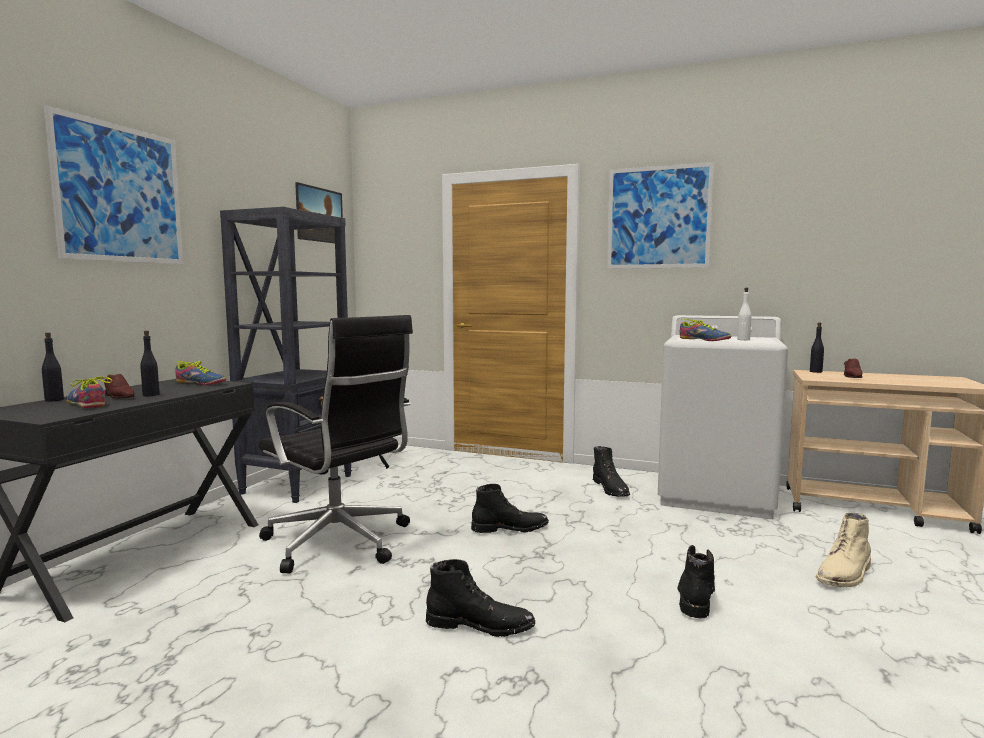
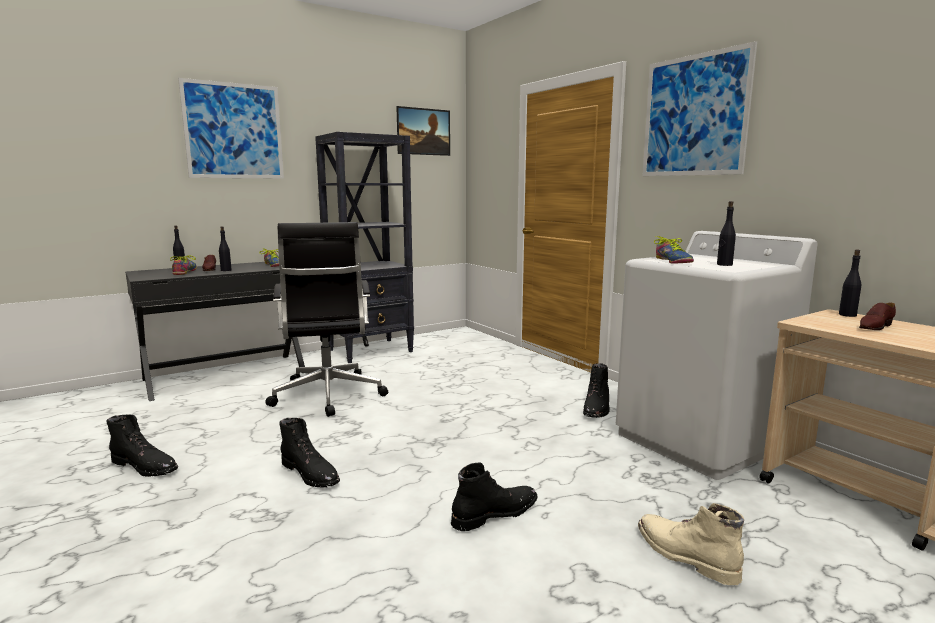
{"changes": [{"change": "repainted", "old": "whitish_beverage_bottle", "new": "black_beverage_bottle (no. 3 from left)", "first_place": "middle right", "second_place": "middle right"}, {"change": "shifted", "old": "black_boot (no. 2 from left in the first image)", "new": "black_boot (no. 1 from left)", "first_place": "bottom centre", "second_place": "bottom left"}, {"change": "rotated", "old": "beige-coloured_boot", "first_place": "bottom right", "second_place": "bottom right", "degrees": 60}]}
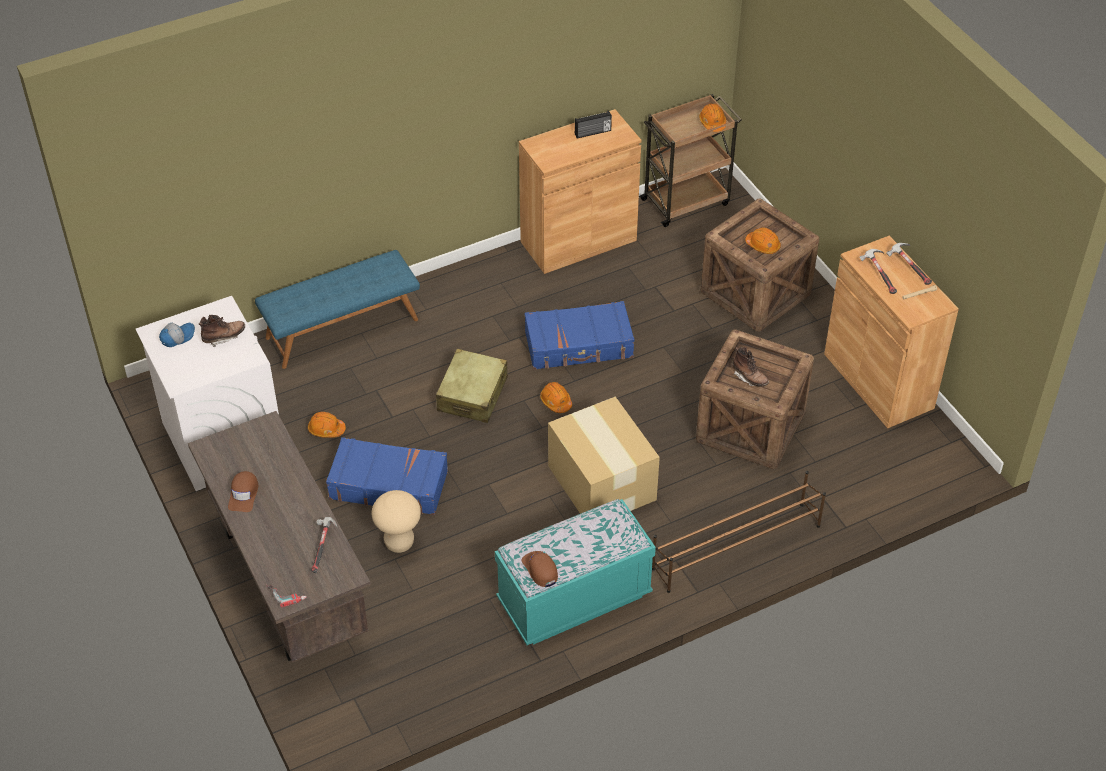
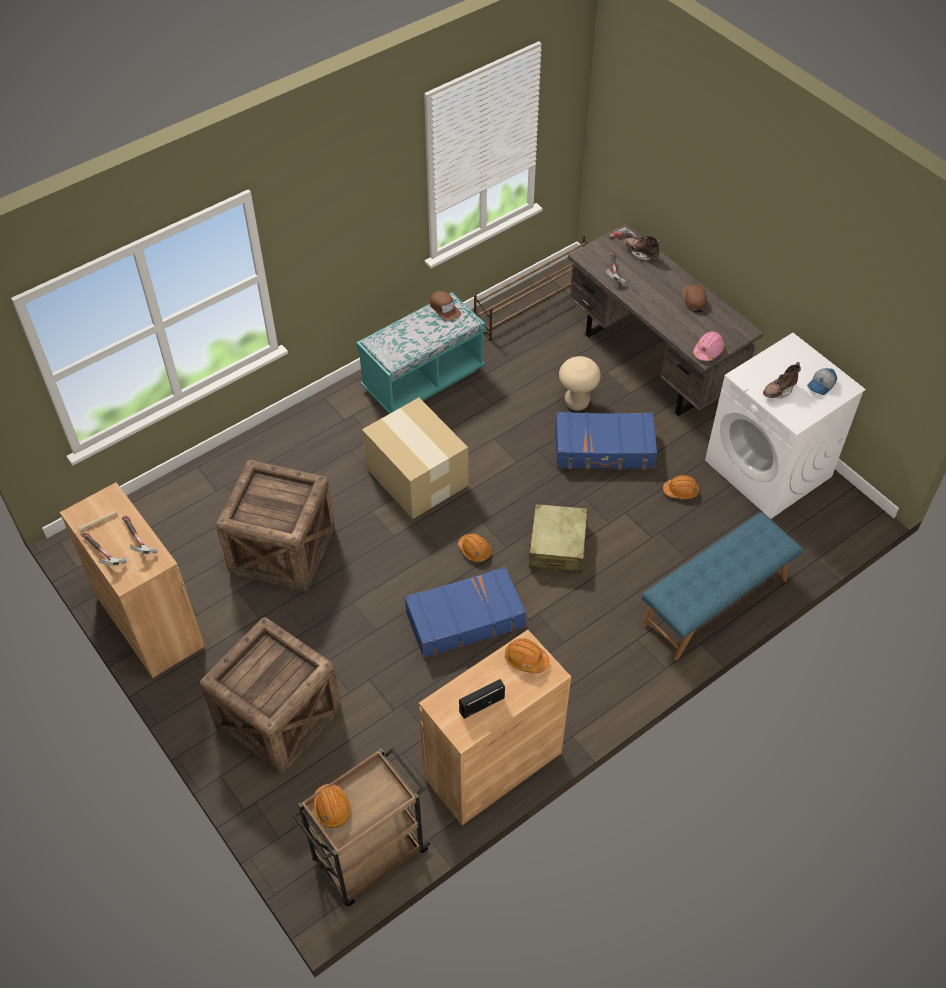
{"changes": [{"change": "shifted", "old": "orange-coloured_work_helmet (no. 4 from left in the first image)", "new": "orange-coloured_work_helmet (no. 3 from left)", "first_place": "top right", "second_place": "centre"}, {"change": "shifted", "old": "brown-coloured_boot (no. 2 from left in the first image)", "new": "brown-coloured_boot (no. 1 from left)", "first_place": "middle right", "second_place": "top right"}, {"change": "shifted", "old": "brown-coloured_shoe_stand", "first_place": "bottom right", "second_place": "top centre"}, {"change": "new", "new": "pinkish_work_helmet", "second_place": "middle right"}]}
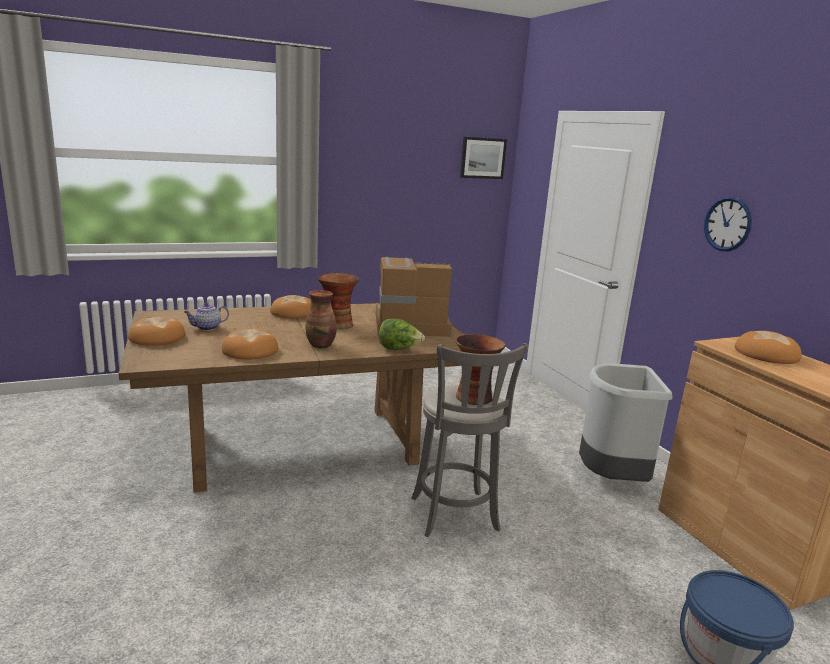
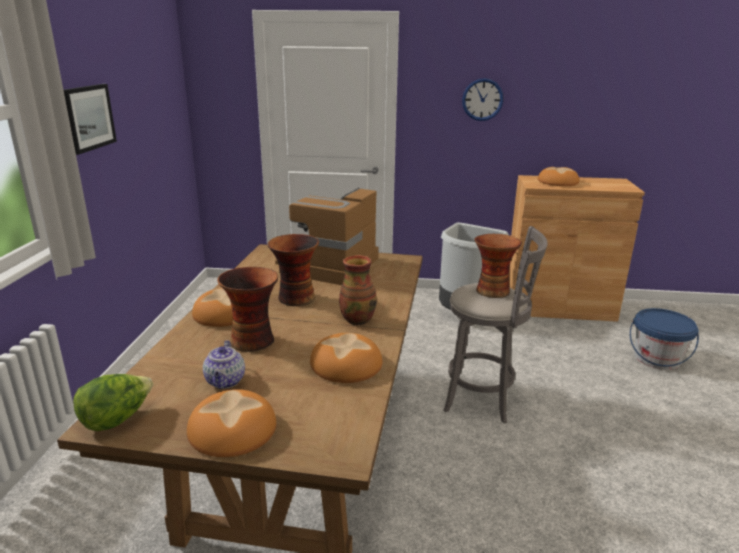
{"changes": [{"change": "shifted", "old": "wall_art", "first_place": "top centre", "second_place": "top left"}, {"change": "shifted", "old": "lettuce_head", "first_place": "centre", "second_place": "bottom left"}, {"change": "new", "new": "decorative_vase (no. 1 from left)", "second_place": "centre"}]}
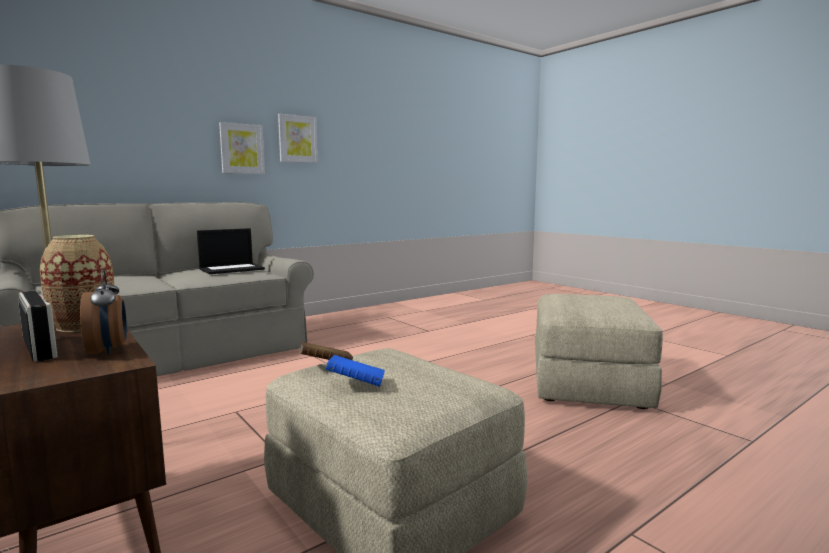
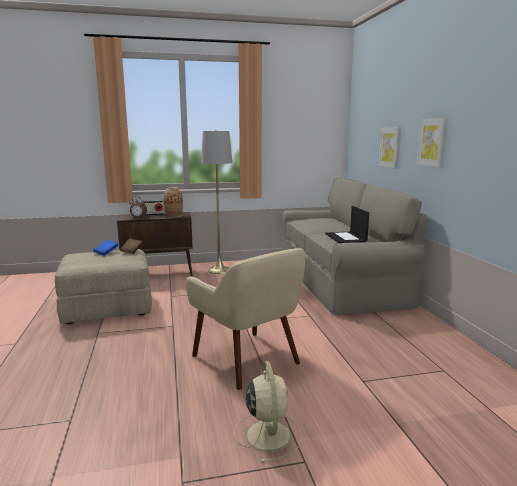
{"changes": [{"change": "shifted", "old": "wall_art (no. 2 from left in the first image)", "new": "wall_art (no. 1 from left)", "first_place": "top centre", "second_place": "top right"}, {"change": "gone", "old": "beige-coloured_footrest (no. 2 from left)", "first_place": "middle right"}, {"change": "new", "new": "beige-coloured_lounge_chair", "second_place": "centre"}, {"change": "new", "new": "beige-coloured_fan", "second_place": "bottom centre"}]}
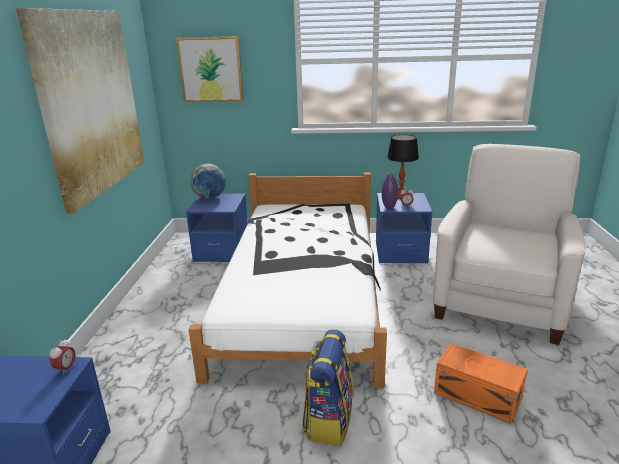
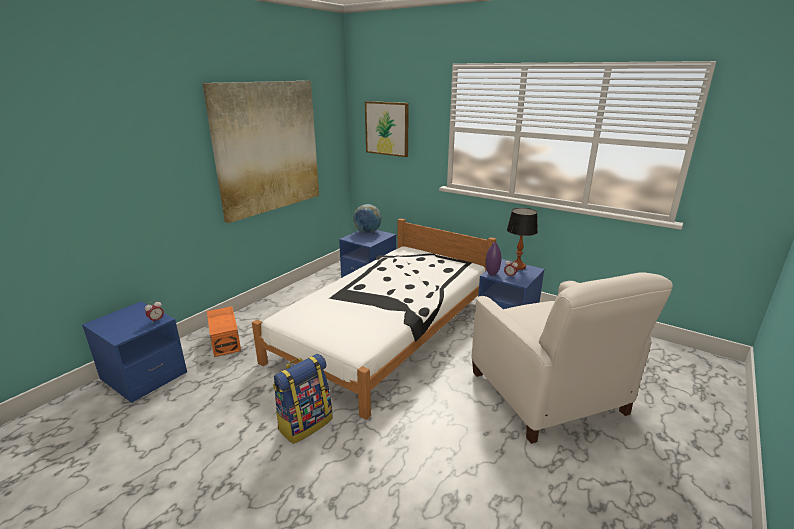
{"changes": [{"change": "rotated", "old": "whitish_lounge_chair", "first_place": "middle right", "second_place": "bottom right", "degrees": 105}, {"change": "shifted", "old": "orange-coloured_storage_box", "first_place": "bottom right", "second_place": "middle left"}]}
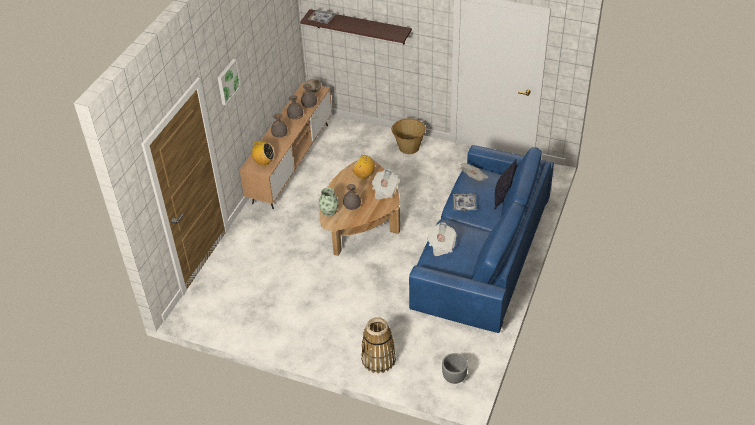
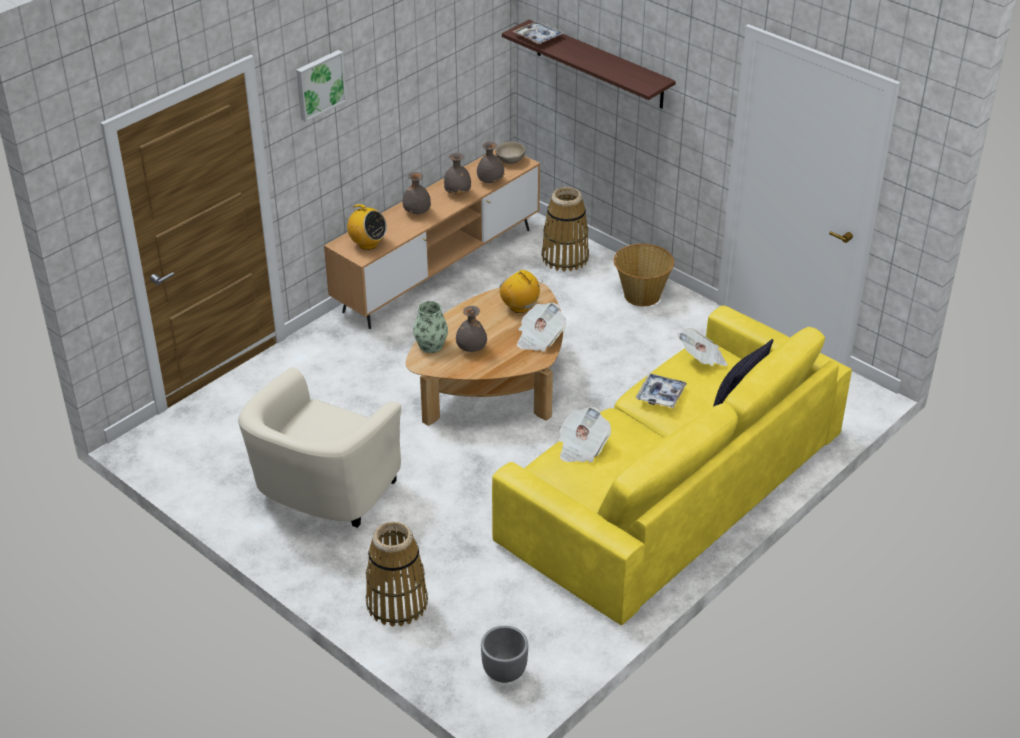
{"changes": [{"change": "repainted", "old": "blue_sofa", "new": "yellow_sofa", "first_place": "centre", "second_place": "centre"}, {"change": "new", "new": "basket (no. 2 from left)", "second_place": "top centre"}, {"change": "new", "new": "beige-coloured_lounge_chair", "second_place": "middle left"}]}
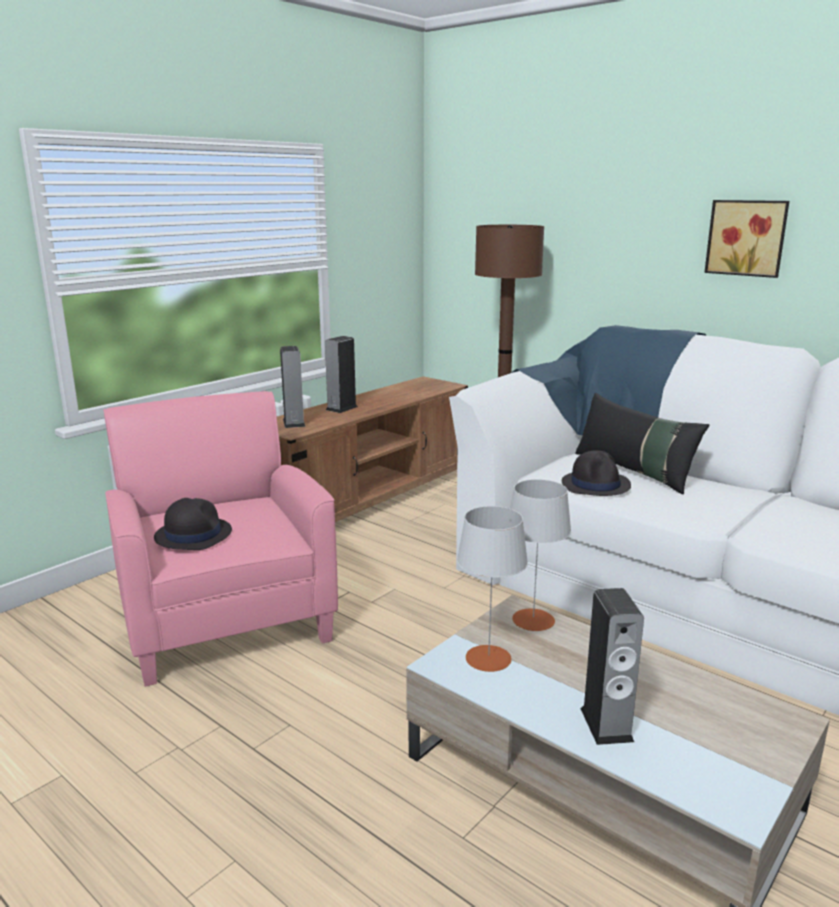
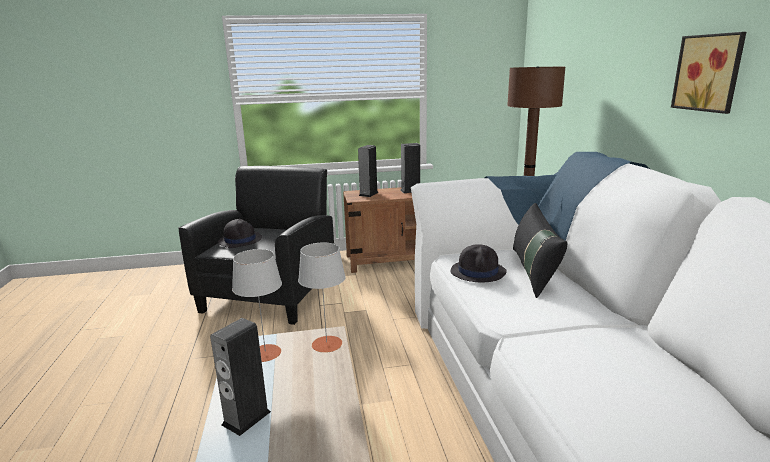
{"changes": [{"change": "repainted", "old": "pinkish_lounge_chair", "new": "black_lounge_chair", "first_place": "middle left", "second_place": "middle left"}]}
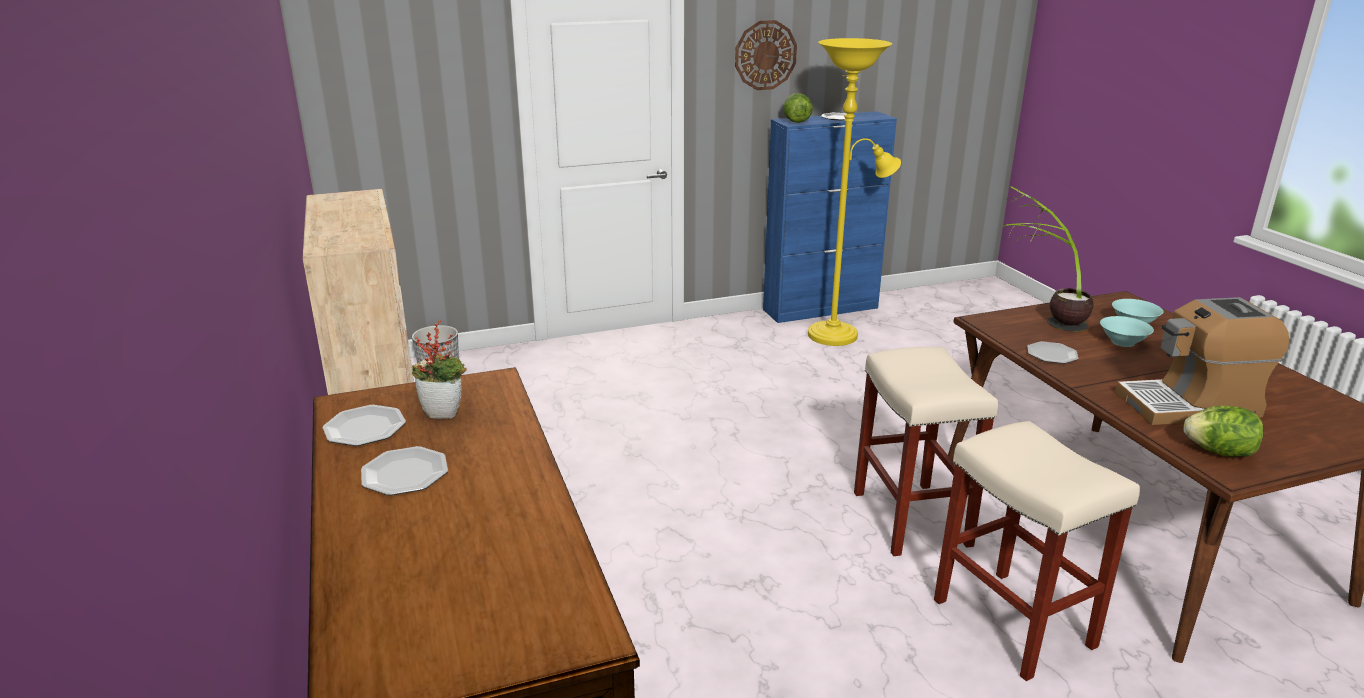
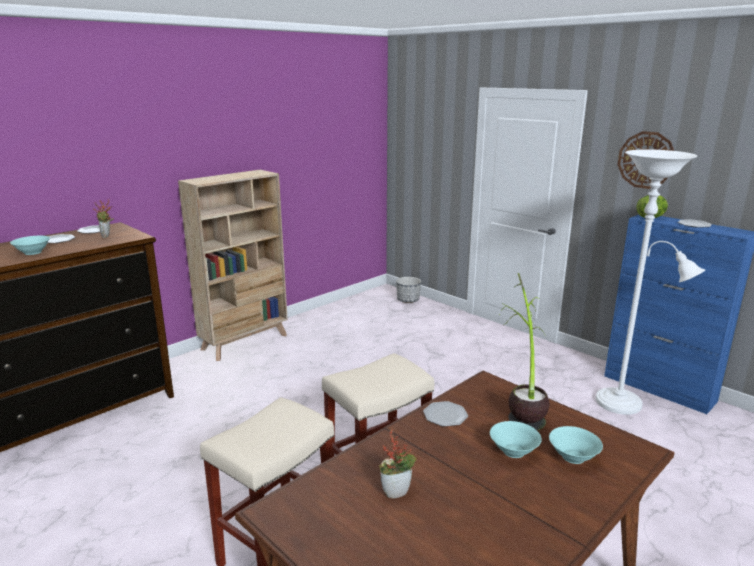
{"changes": [{"change": "repainted", "old": "yellow_floor_lamp", "new": "whitish_floor_lamp", "first_place": "top centre", "second_place": "middle right"}, {"change": "swapped", "old": "coffee_maker", "new": "potted_plant (no. 2 from left)", "first_place": "middle right", "second_place": "bottom centre"}, {"change": "gone", "old": "lettuce_head (no. 2 from left)", "first_place": "middle right"}, {"change": "new", "new": "turquoise_bowl (no. 1 from left)", "second_place": "middle left"}]}
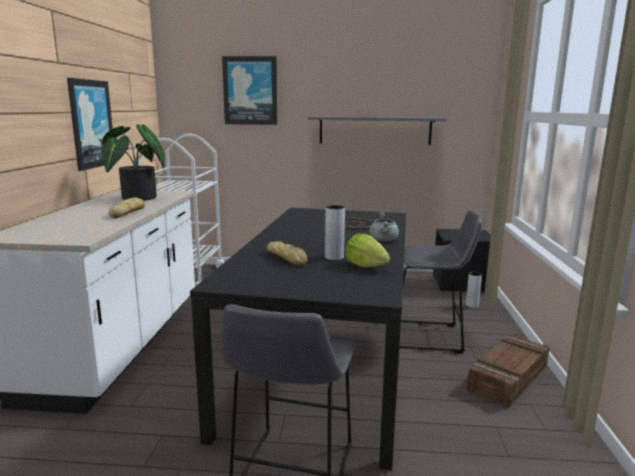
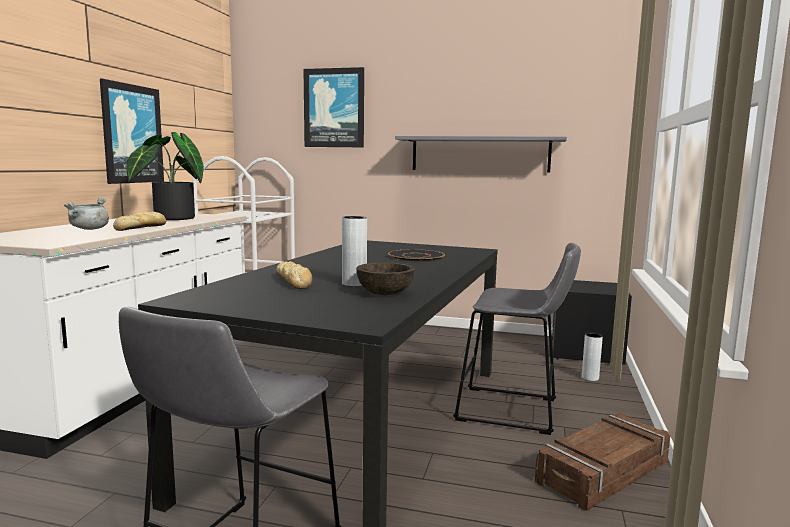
{"changes": [{"change": "shifted", "old": "grey_saucepot", "first_place": "centre", "second_place": "middle left"}, {"change": "swapped", "old": "lettuce_head", "new": "brown-coloured_bowl", "first_place": "centre", "second_place": "centre"}]}
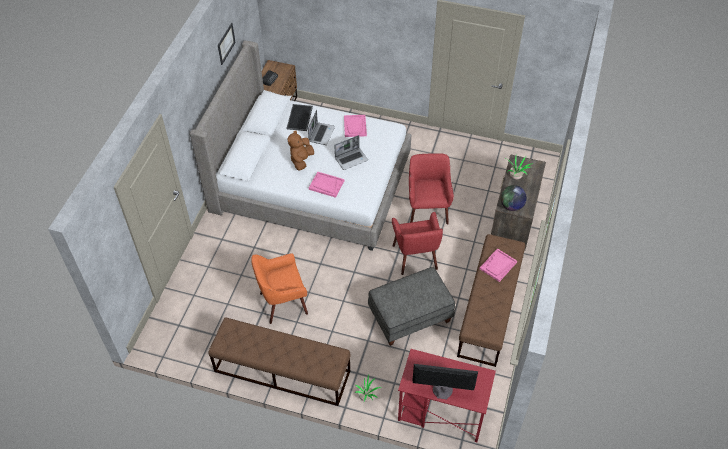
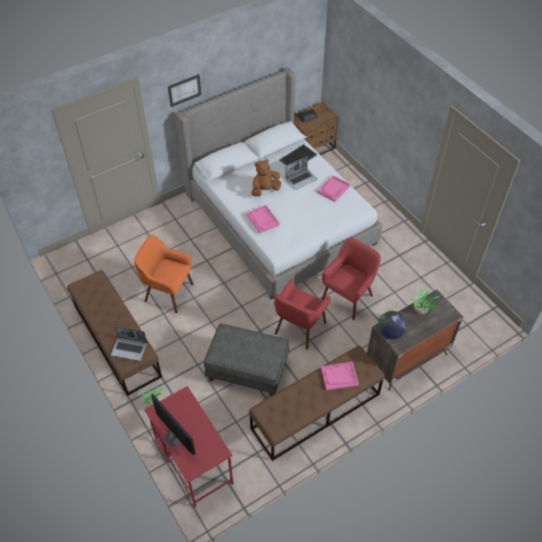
{"changes": [{"change": "shifted", "old": "wall_art", "first_place": "top left", "second_place": "top centre"}, {"change": "shifted", "old": "notebook_computer (no. 2 from left in the first image)", "new": "notebook_computer (no. 1 from left)", "first_place": "centre", "second_place": "middle left"}]}
